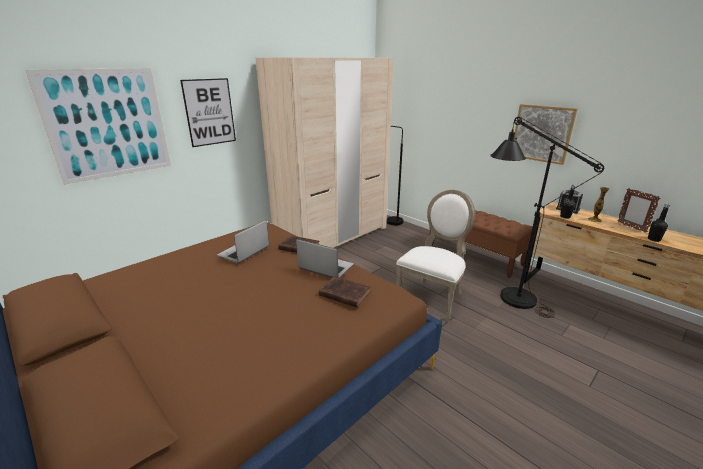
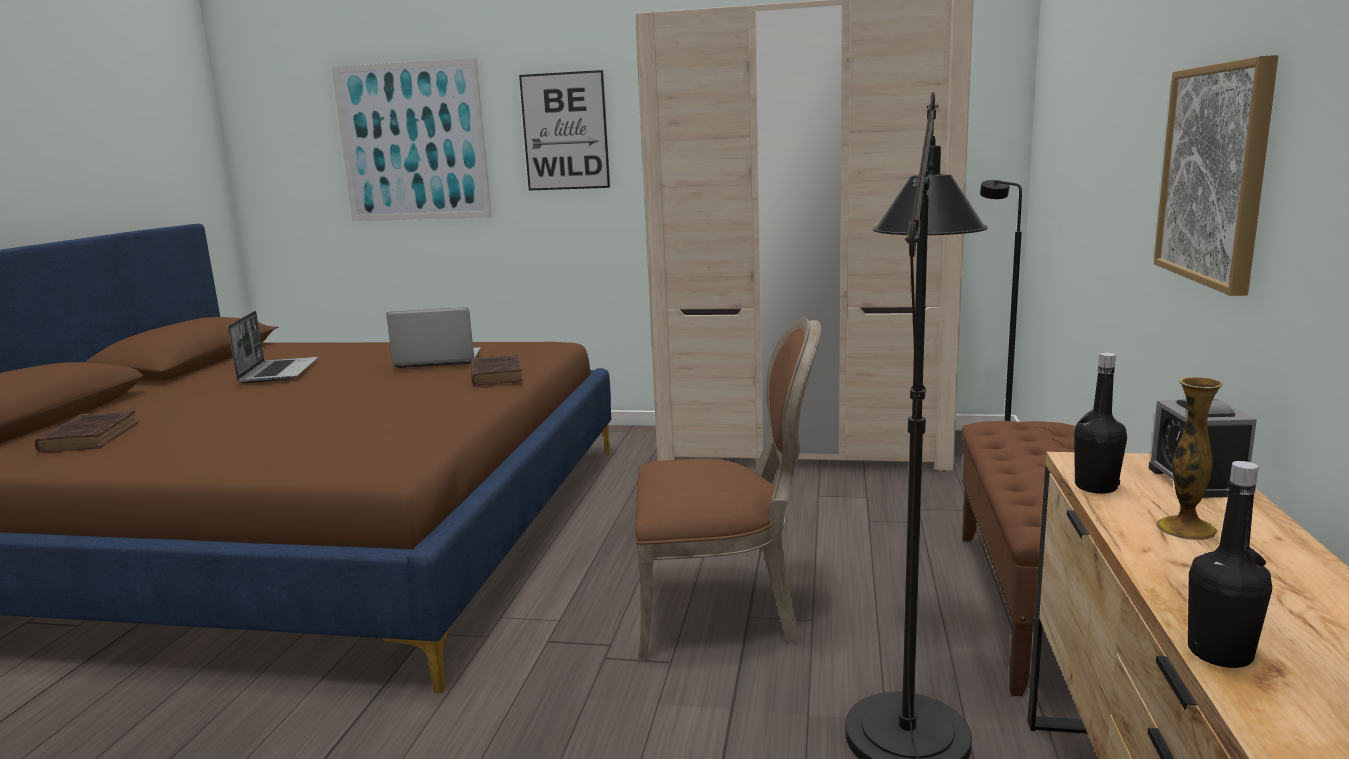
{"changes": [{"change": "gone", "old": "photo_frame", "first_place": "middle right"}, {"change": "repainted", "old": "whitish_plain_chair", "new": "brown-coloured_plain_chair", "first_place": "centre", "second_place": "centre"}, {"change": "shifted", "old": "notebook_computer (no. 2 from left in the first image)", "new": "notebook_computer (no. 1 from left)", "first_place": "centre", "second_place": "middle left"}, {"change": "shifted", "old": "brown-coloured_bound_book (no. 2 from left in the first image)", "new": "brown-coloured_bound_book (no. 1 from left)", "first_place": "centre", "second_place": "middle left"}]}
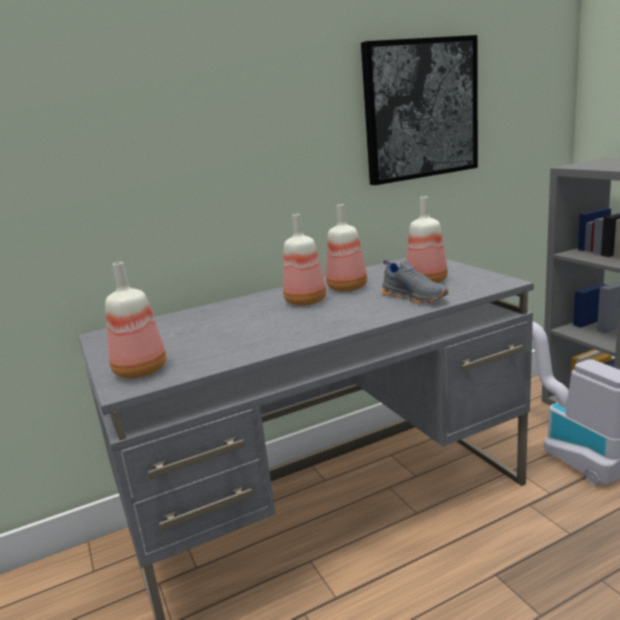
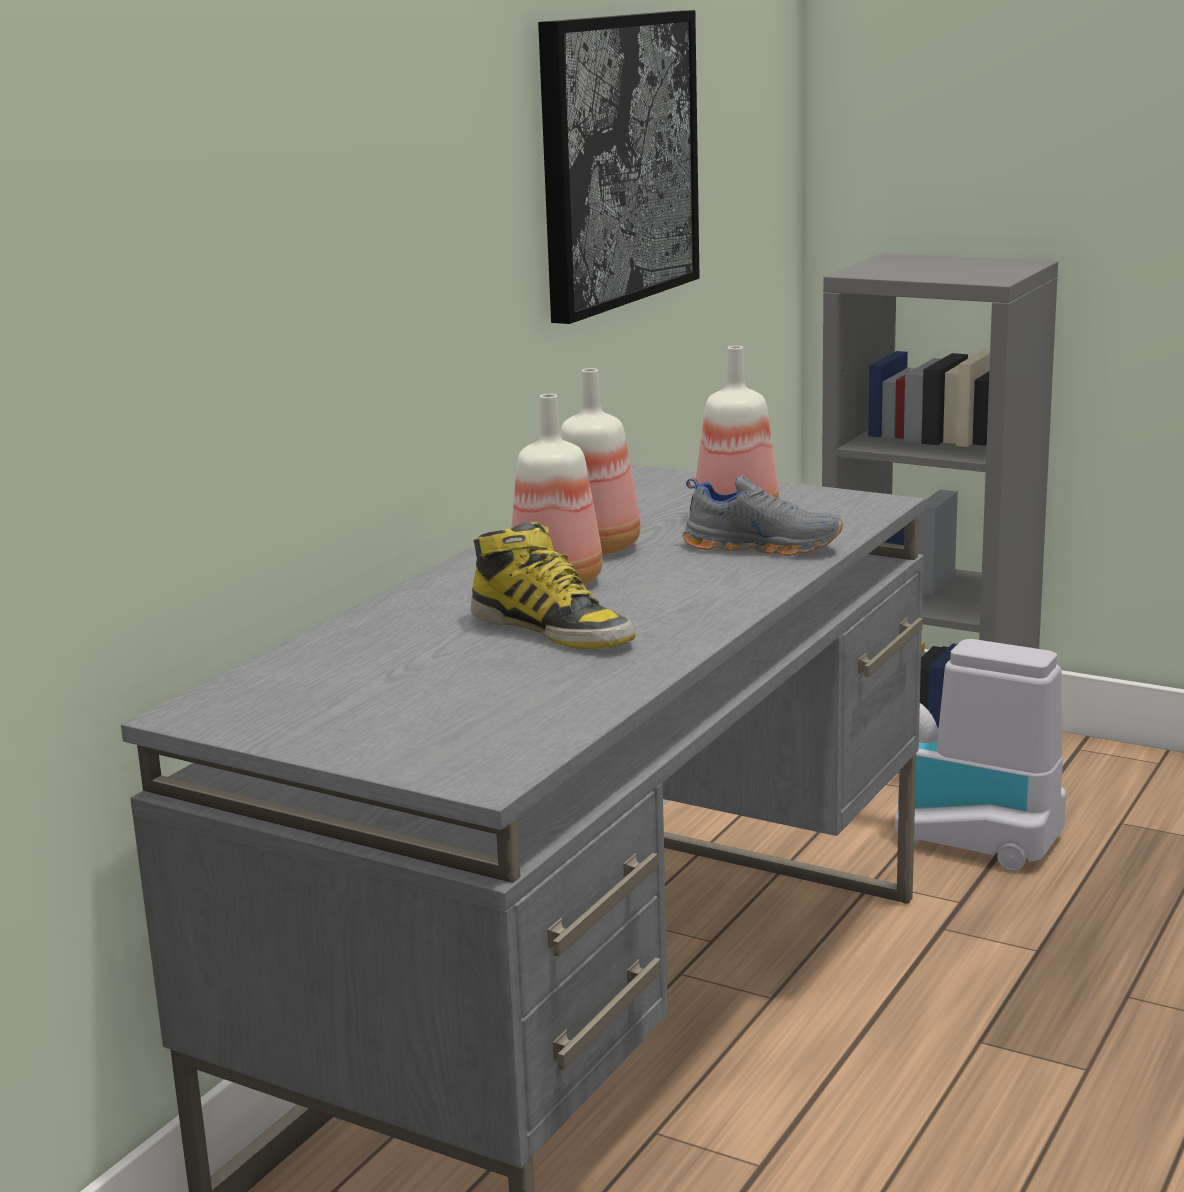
{"changes": [{"change": "gone", "old": "beverage_bottle (no. 1 from left)", "first_place": "middle left"}, {"change": "new", "new": "boot", "second_place": "centre"}]}
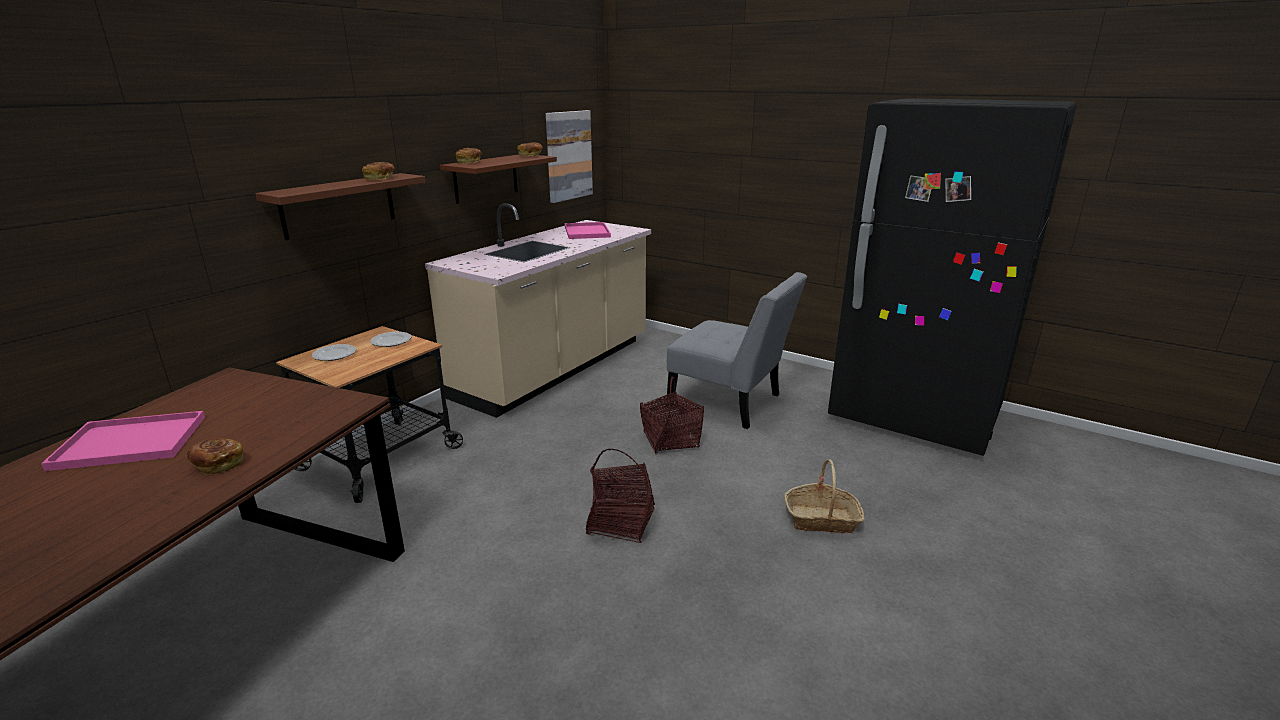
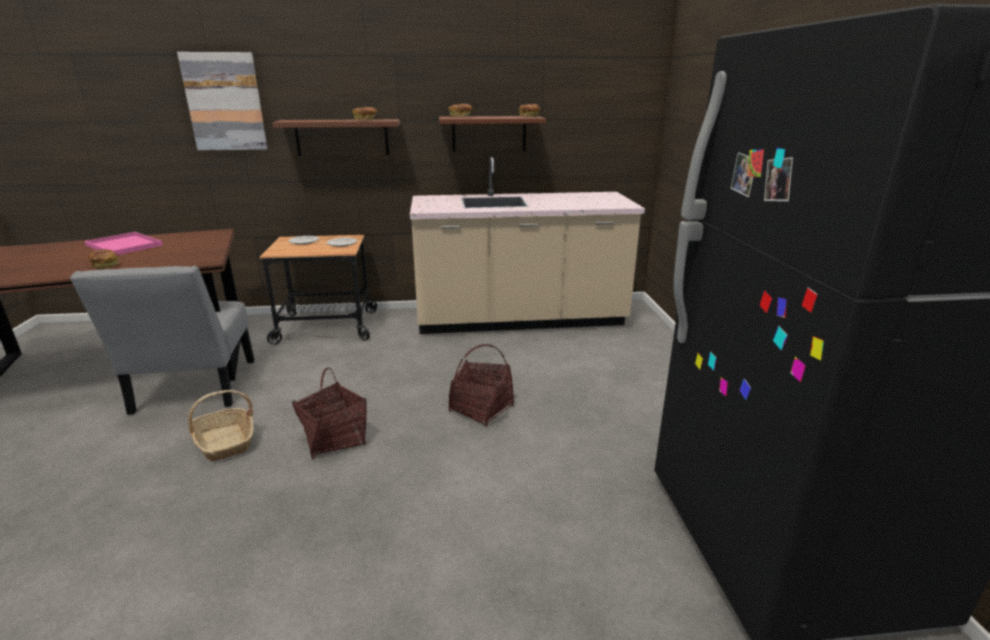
{"changes": [{"change": "shifted", "old": "wall_art", "first_place": "top centre", "second_place": "top left"}, {"change": "gone", "old": "pinkish_serving_tray (no. 2 from left)", "first_place": "top centre"}, {"change": "shifted", "old": "grey_plain_chair", "first_place": "centre", "second_place": "middle left"}, {"change": "shifted", "old": "basket (no. 3 from left in the first image)", "new": "basket (no. 1 from left)", "first_place": "bottom centre", "second_place": "middle left"}]}
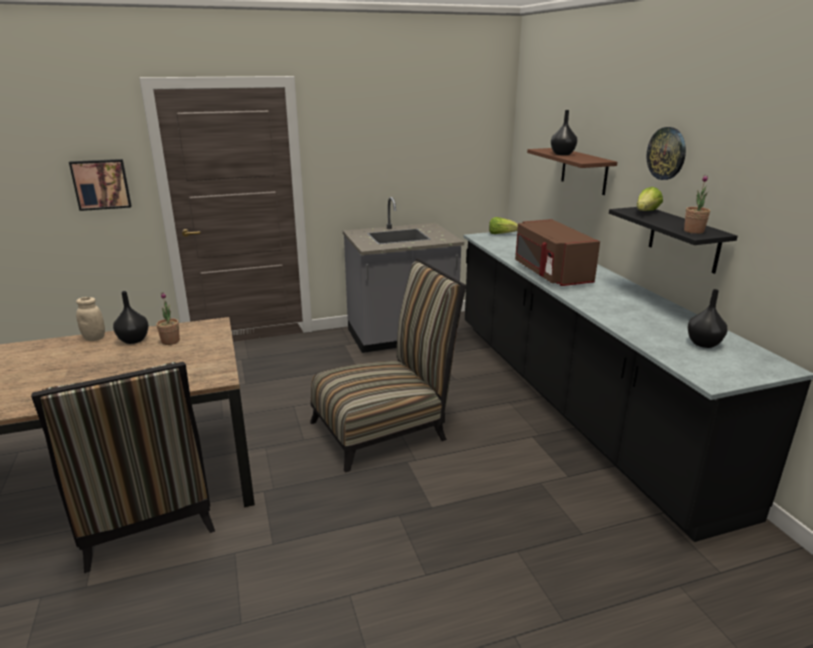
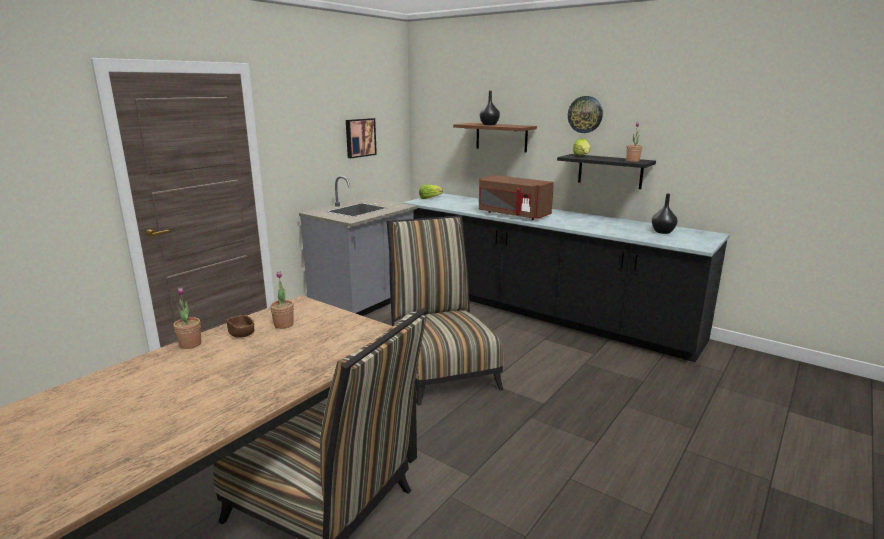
{"changes": [{"change": "shifted", "old": "wall_art", "first_place": "top left", "second_place": "top centre"}, {"change": "rotated", "old": "plain_chair (no. 2 from left)", "first_place": "centre", "second_place": "centre", "degrees": -45}, {"change": "swapped", "old": "black_decorative_vase (no. 1 from left)", "new": "brown-coloured_bowl", "first_place": "middle left", "second_place": "middle left"}, {"change": "swapped", "old": "beige-coloured_jar", "new": "potted_plant (no. 1 from left)", "first_place": "middle left", "second_place": "middle left"}]}
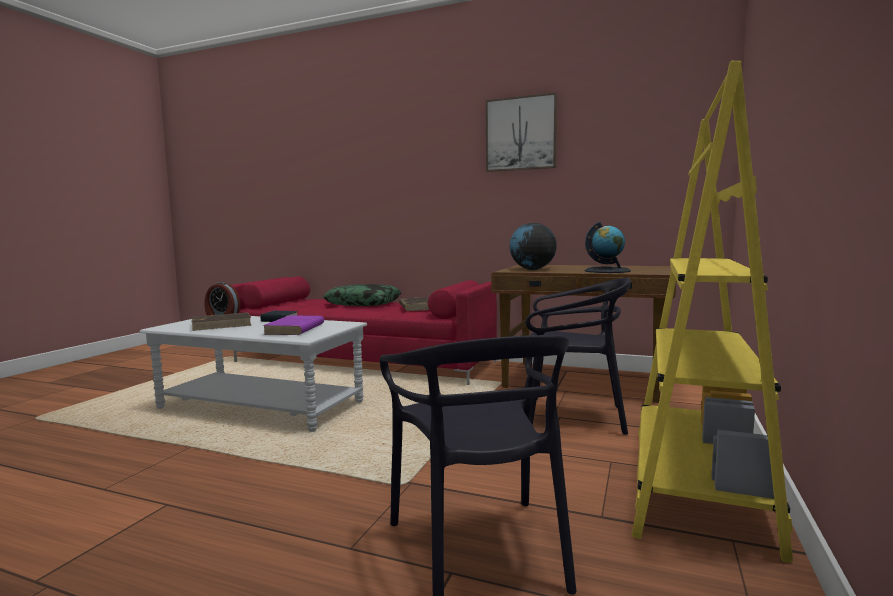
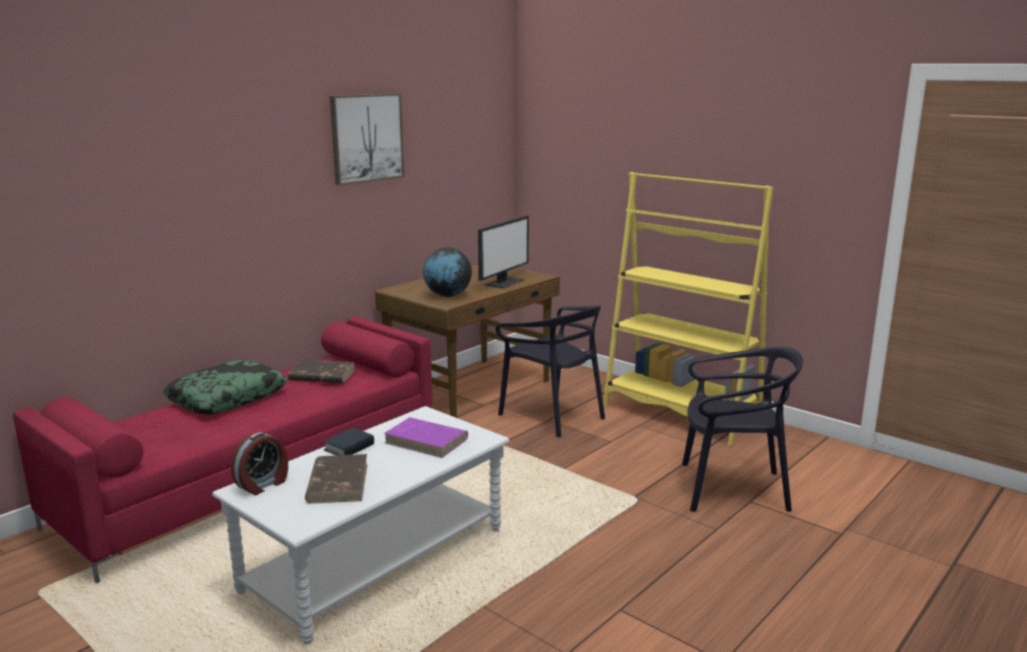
{"changes": [{"change": "swapped", "old": "world_globe (no. 2 from left)", "new": "computer_screen", "first_place": "middle right", "second_place": "centre"}, {"change": "rotated", "old": "black_plain_chair (no. 2 from left in the first image)", "first_place": "centre", "second_place": "centre", "degrees": 105}]}
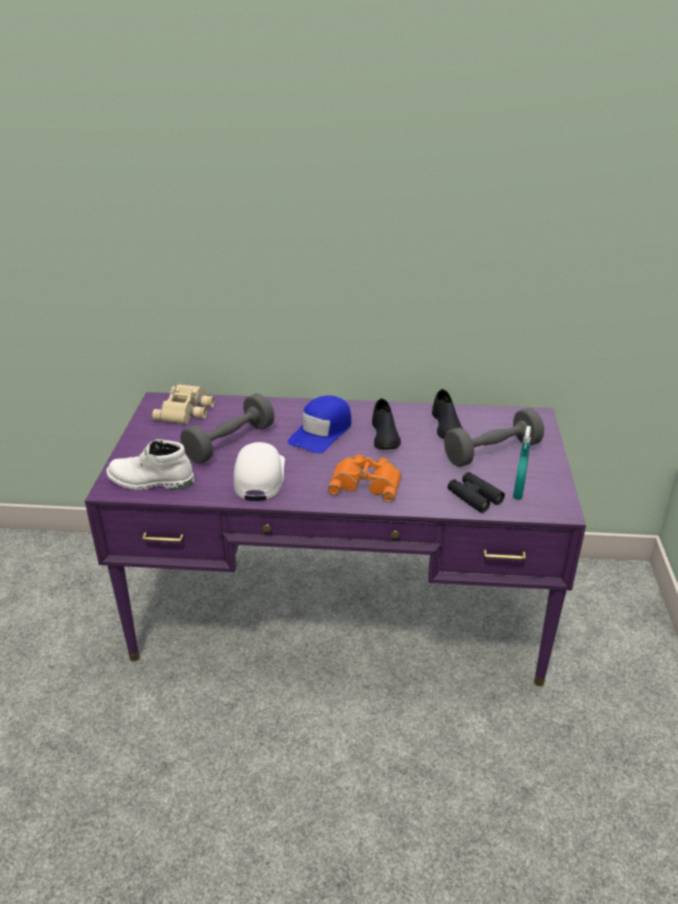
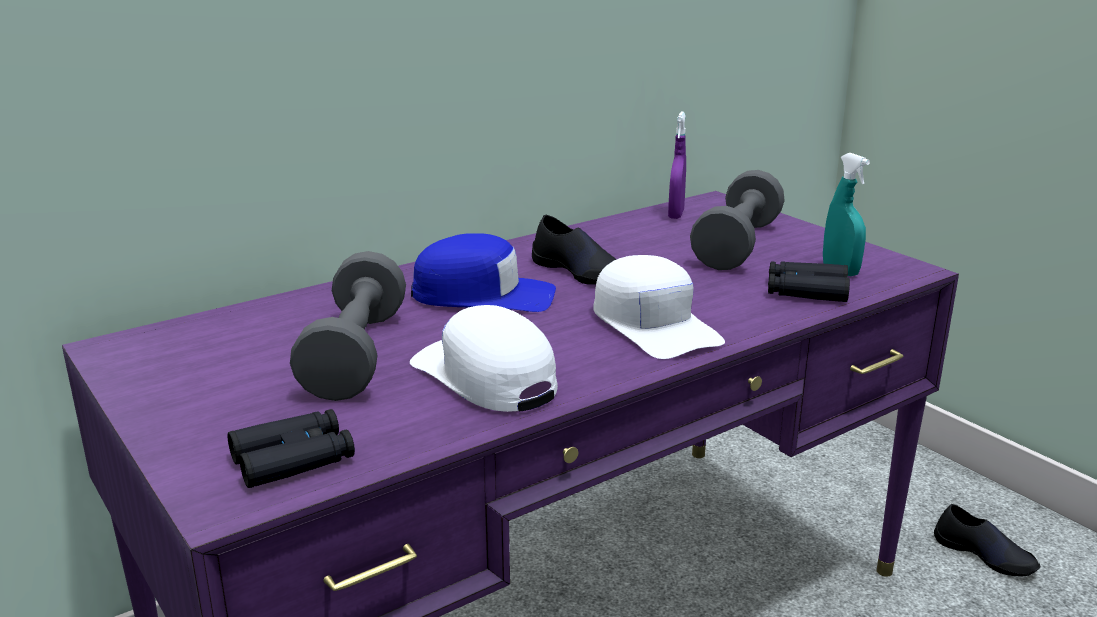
{"changes": [{"change": "gone", "old": "beige-coloured_field_glasses", "first_place": "middle left"}, {"change": "shifted", "old": "black_low_shoe (no. 2 from left)", "first_place": "centre", "second_place": "bottom right"}, {"change": "rotated", "old": "blue_baseball_cap", "first_place": "centre", "second_place": "centre", "degrees": -75}, {"change": "swapped", "old": "whitish_boot", "new": "black_field_glasses (no. 1 from left)", "first_place": "middle left", "second_place": "bottom left"}, {"change": "swapped", "old": "orange-coloured_field_glasses", "new": "whitish_baseball_cap (no. 2 from left)", "first_place": "centre", "second_place": "centre"}, {"change": "new", "new": "purple_hand_sprayer", "second_place": "top centre"}]}
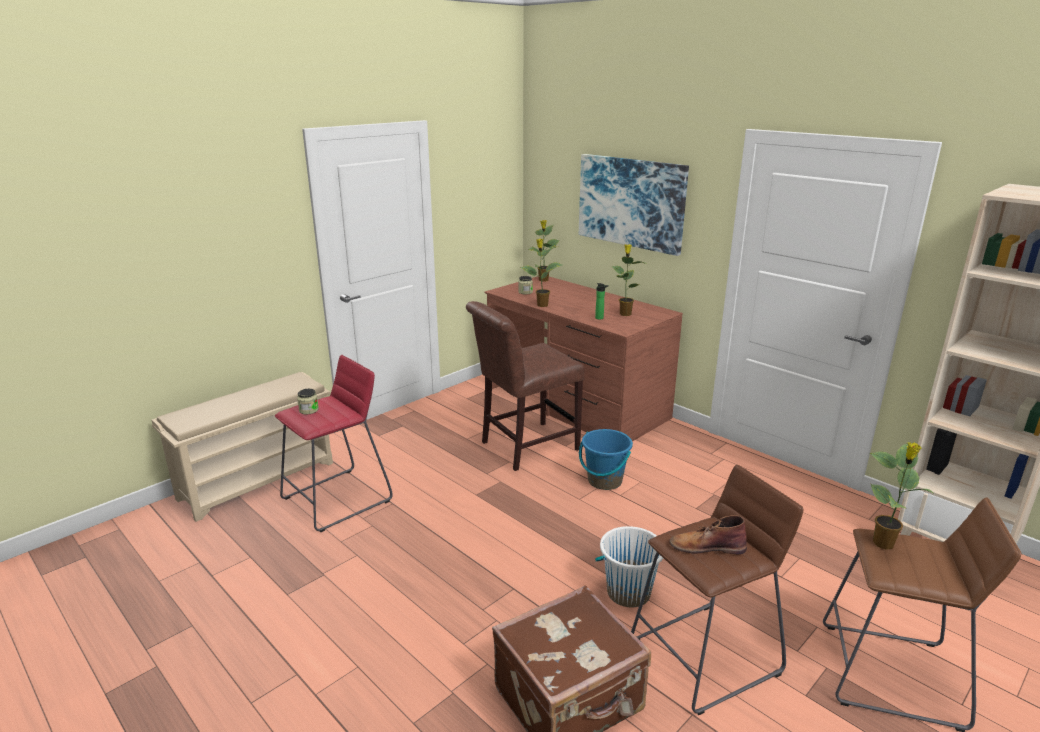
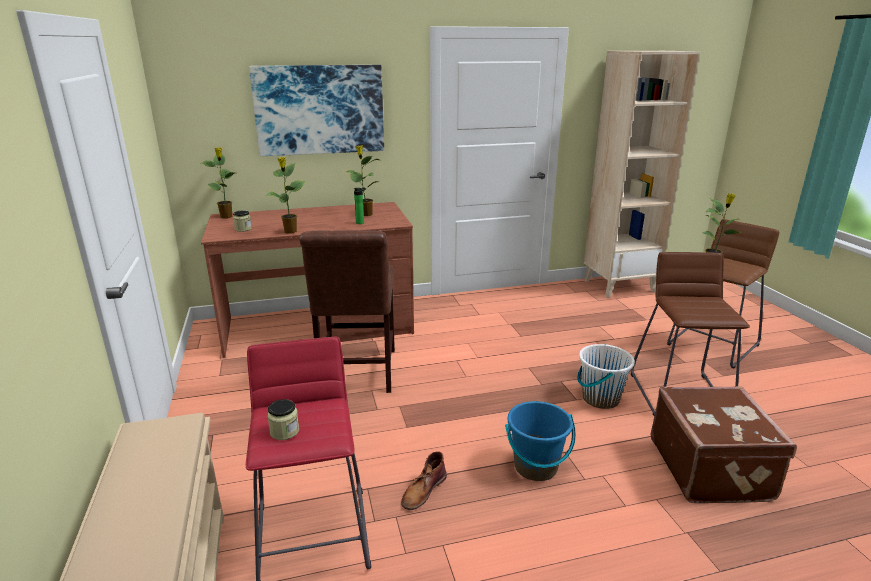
{"changes": [{"change": "shifted", "old": "blue_pail", "first_place": "centre", "second_place": "bottom centre"}, {"change": "shifted", "old": "brown-coloured_boot", "first_place": "bottom right", "second_place": "bottom centre"}]}
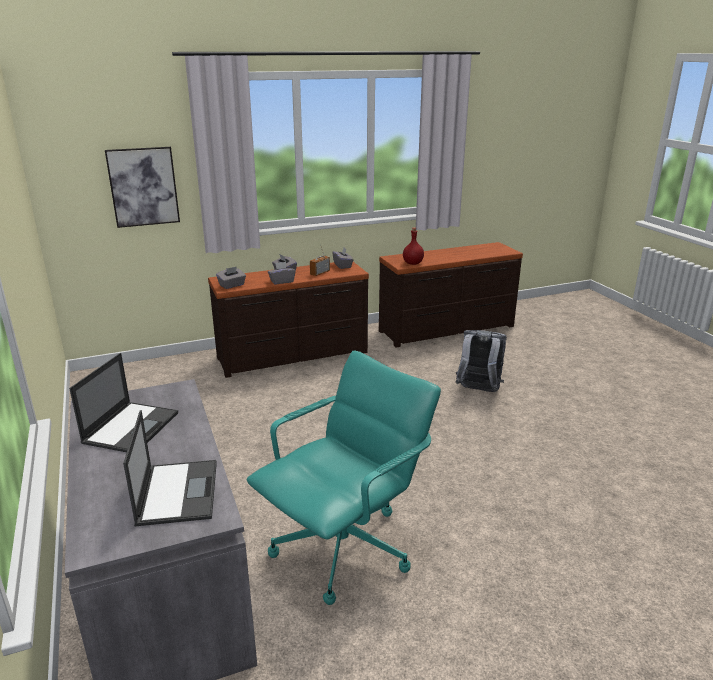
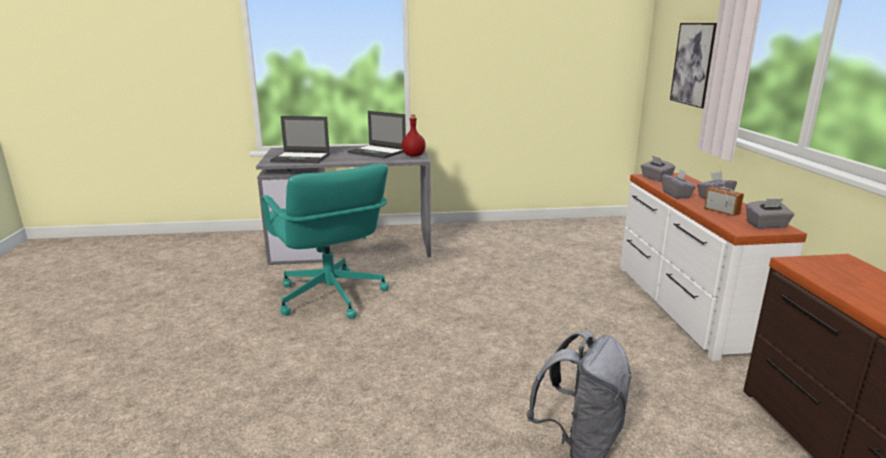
{"changes": [{"change": "shifted", "old": "red-coloured_beverage_bottle", "first_place": "centre", "second_place": "top centre"}, {"change": "repainted", "old": "brown-coloured_drawer_chest (no. 1 from left)", "new": "whitish_drawer_chest", "first_place": "centre", "second_place": "middle right"}]}
